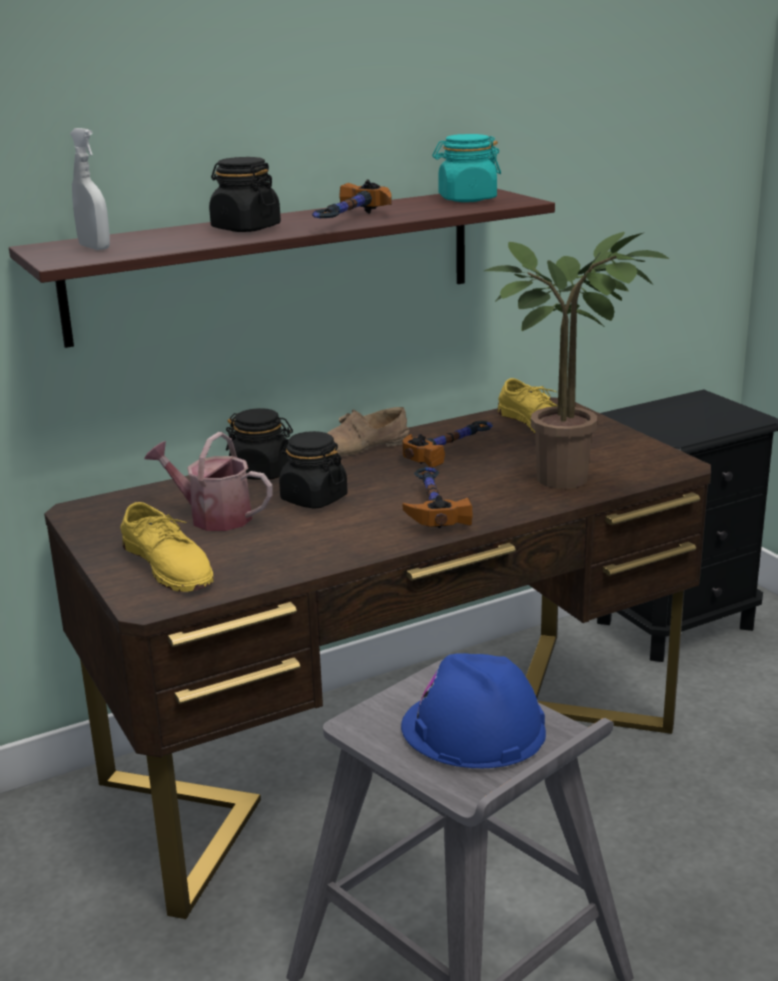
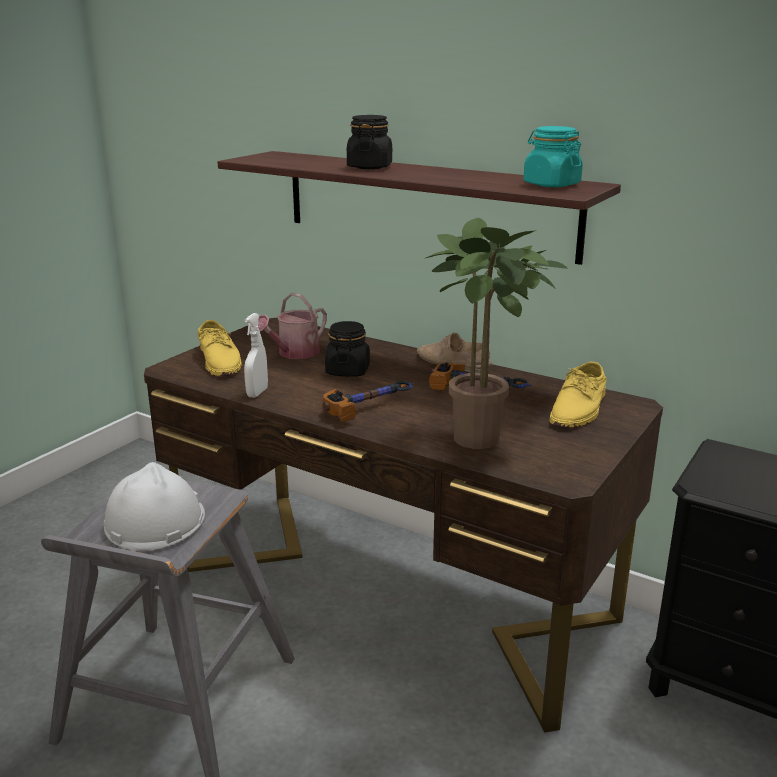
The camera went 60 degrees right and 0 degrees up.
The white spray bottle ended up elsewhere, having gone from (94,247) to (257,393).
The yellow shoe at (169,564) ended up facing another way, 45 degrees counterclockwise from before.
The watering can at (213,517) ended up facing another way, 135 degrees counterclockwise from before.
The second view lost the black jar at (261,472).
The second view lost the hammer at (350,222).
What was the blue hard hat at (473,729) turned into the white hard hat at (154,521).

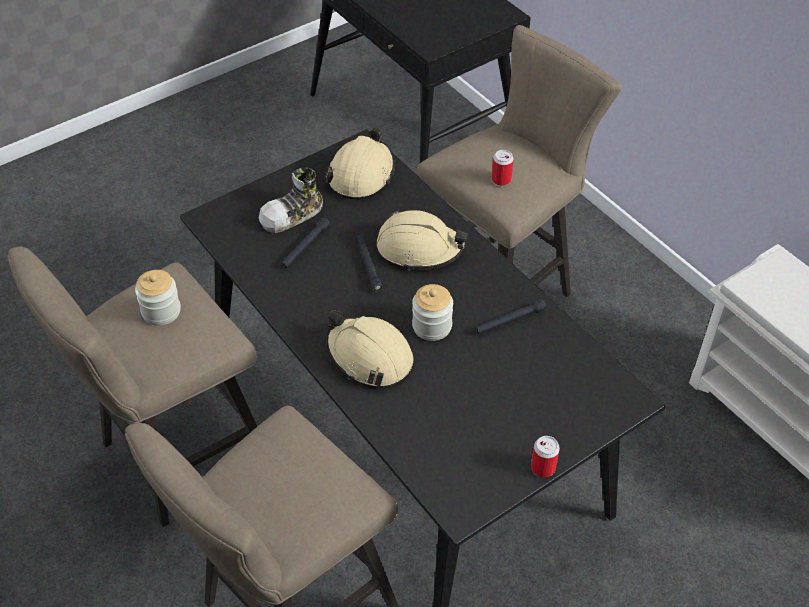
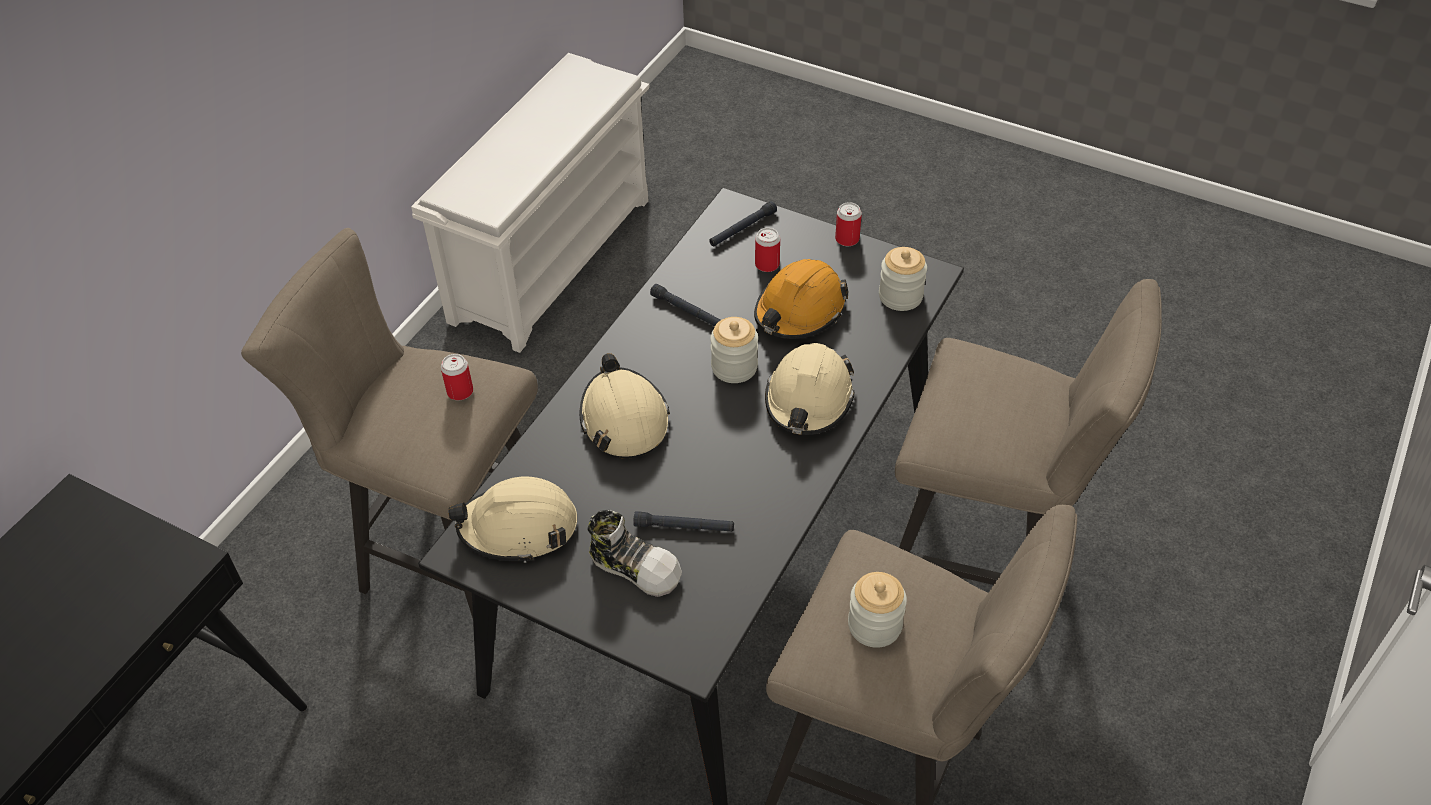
The camera went 115 degrees left and 0 degrees up.
The black flashlight ended up elsewhere, having gone from (368,266) to (742,229).
The second view gained the orange hard hat at (799,311).
The second view gained the can at (767,264).
The second view gained the jar at (900,296).

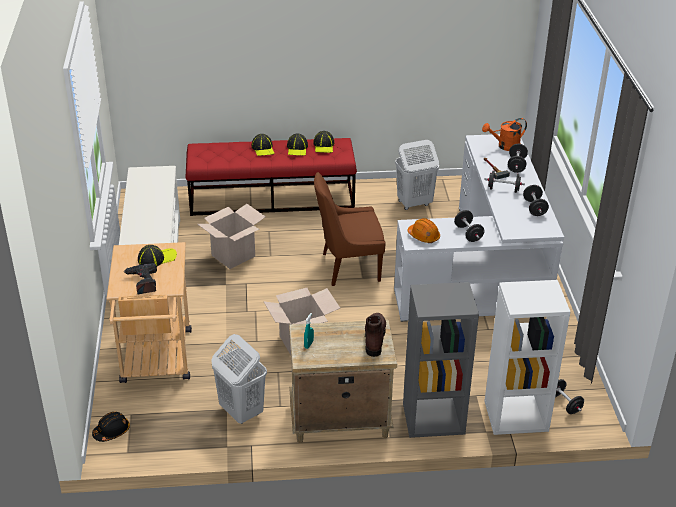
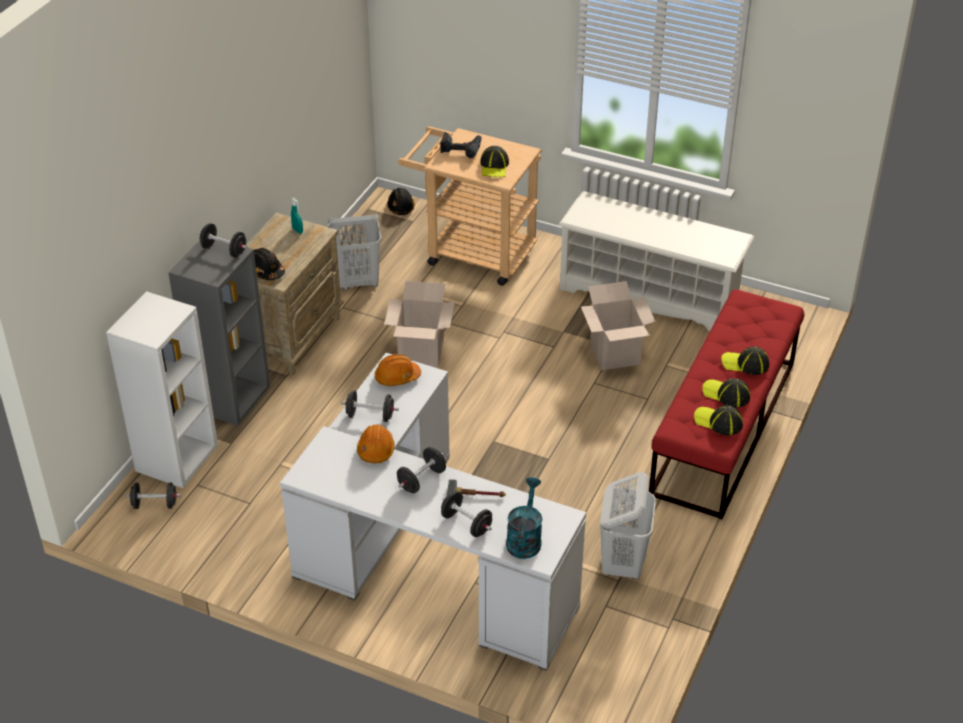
The camera went 120 degrees right and 5 degrees up.
The second view lost the brown chair at (348,267).
Where the brown boot stood at (374,339), the black hard hat came to stand at (265,271).
What was the orange watering can at (505,146) turned into the turquoise watering can at (524,538).
The black dumbbell ended up elsewhere, having gone from (534,208) to (224,250).
The second view gained the orange hard hat at (376,449).

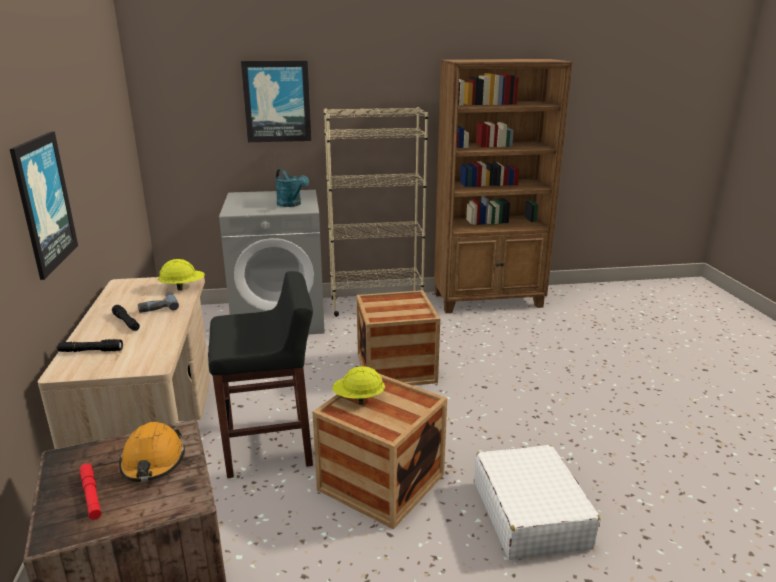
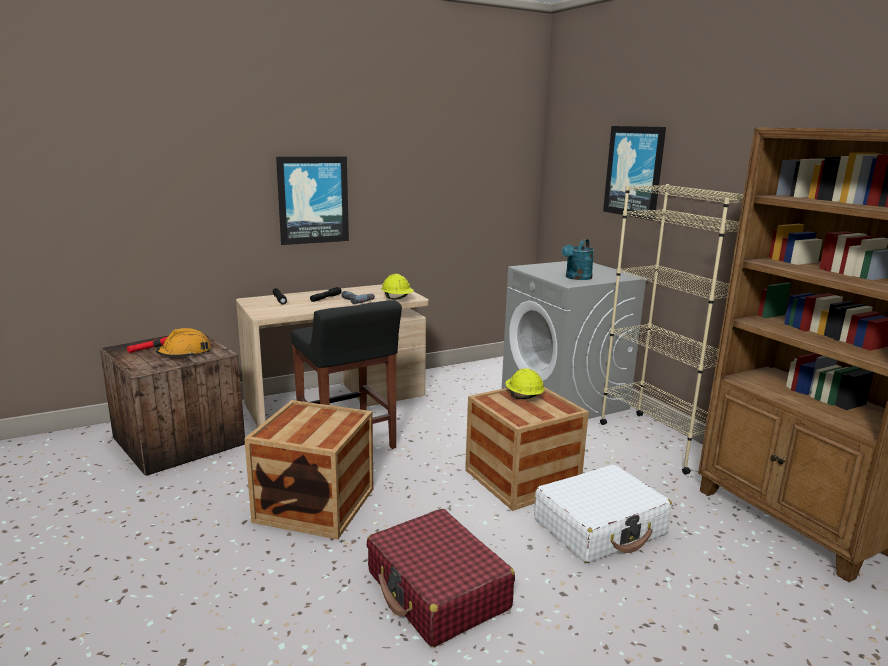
The camera went 70 degrees right and 5 degrees down.
The yellow hard hat ended up elsewhere, having gone from (358,399) to (523,397).
The white suitcase ended up elsewhere, having gone from (530,514) to (600,527).
The second view gained the red suitcase at (437,591).

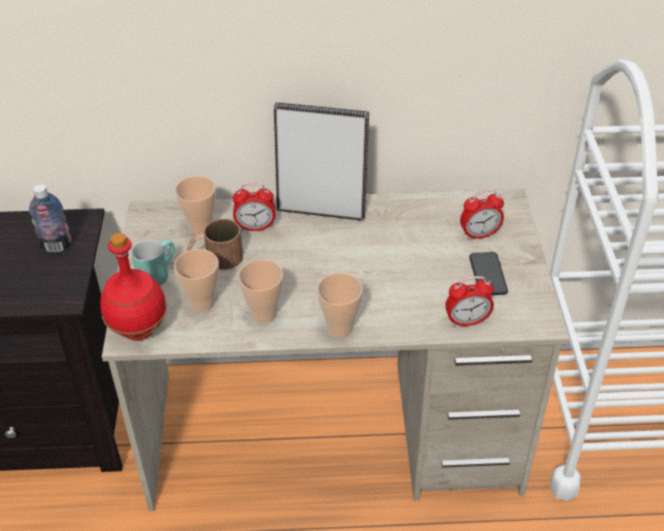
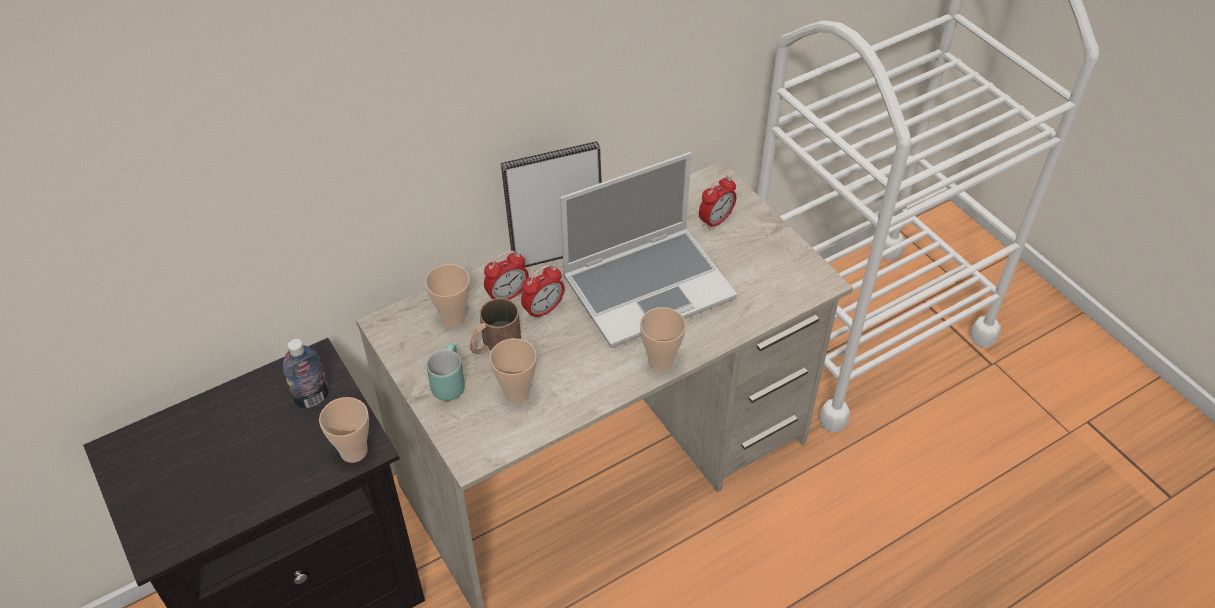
The camera went 30 degrees left and 5 degrees up.
The second view lost the red bottle at (139,330).
The cup ended up elsewhere, having gone from (264,314) to (354,451).
The alarm clock ended up elsewhere, having gone from (467,321) to (543,310).
The second view lost the phone at (488,274).
The second view gained the laptop at (649,286).

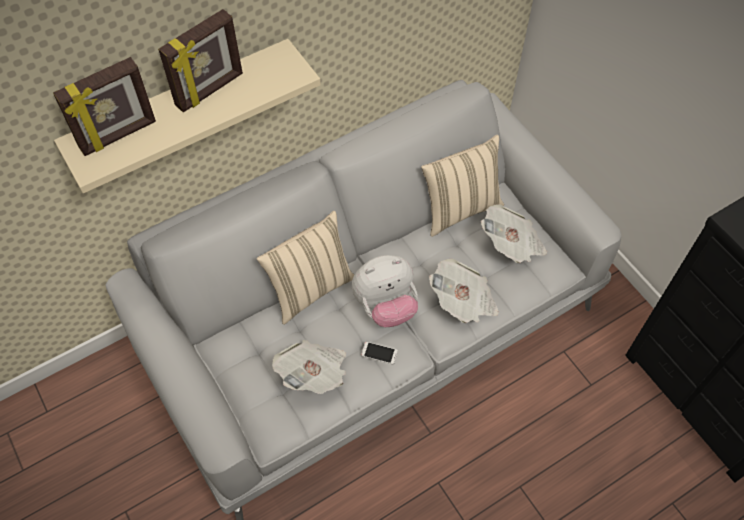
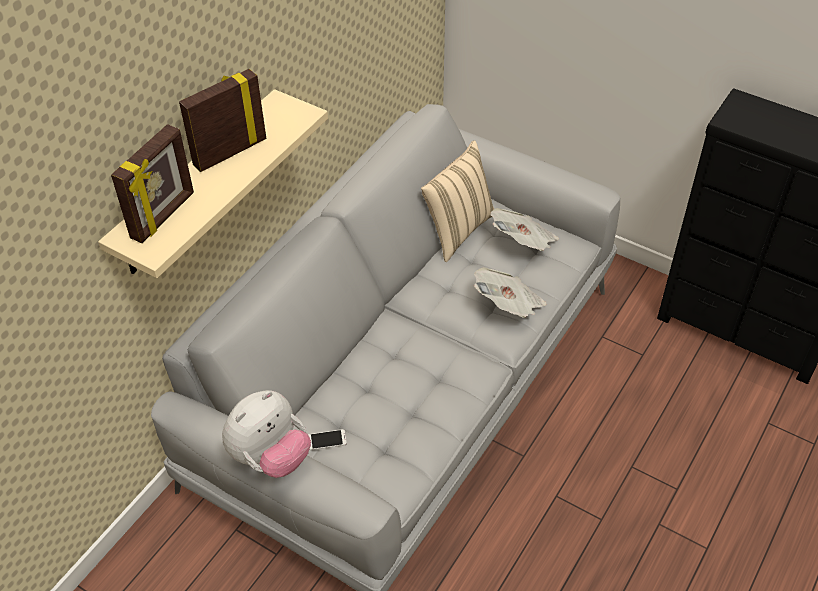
The camera went 25 degrees left and 10 degrees down.
The picture frame at (210,90) ended up facing another way, 150 degrees counterclockwise from before.
The second view lost the beige pillow at (310,289).
The second view lost the newspaper at (314,373).
The plush toy ended up elsewhere, having gone from (385,306) to (270,457).
The phone ended up elsewhere, having gone from (379,353) to (326,440).

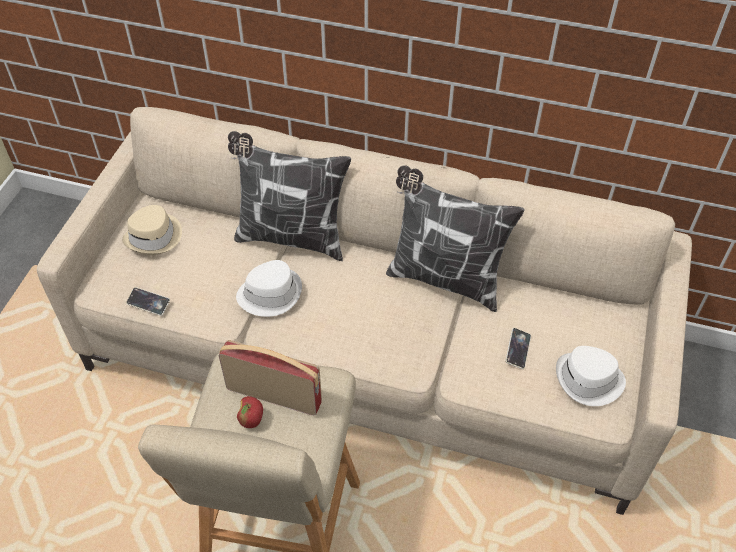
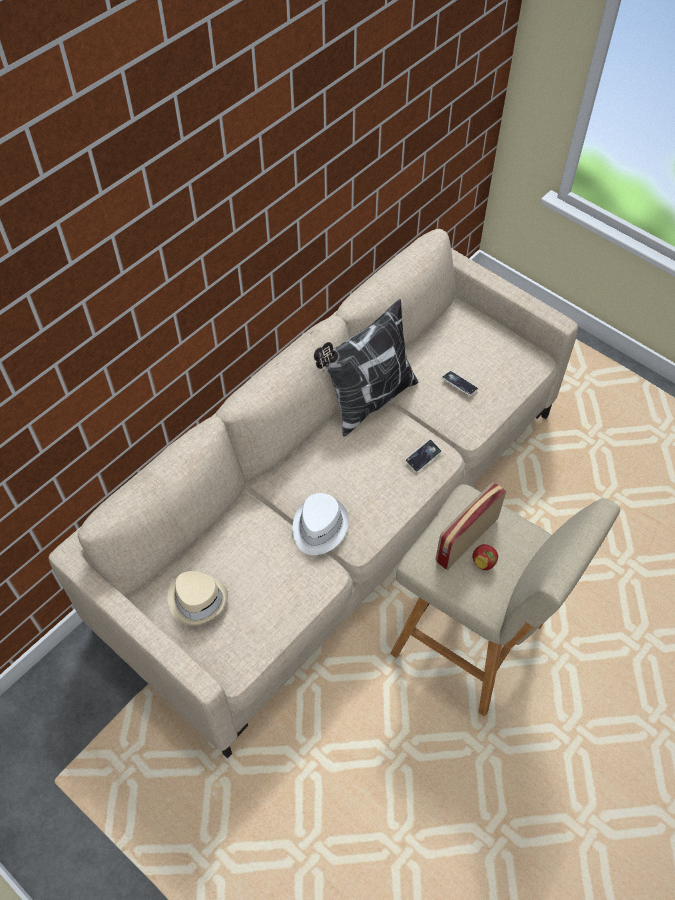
The camera went 65 degrees left and 5 degrees up.
The phone ended up elsewhere, having gone from (148,303) to (423,457).
The second view lost the pillow at (290,237).
The second view lost the white hat at (589,381).

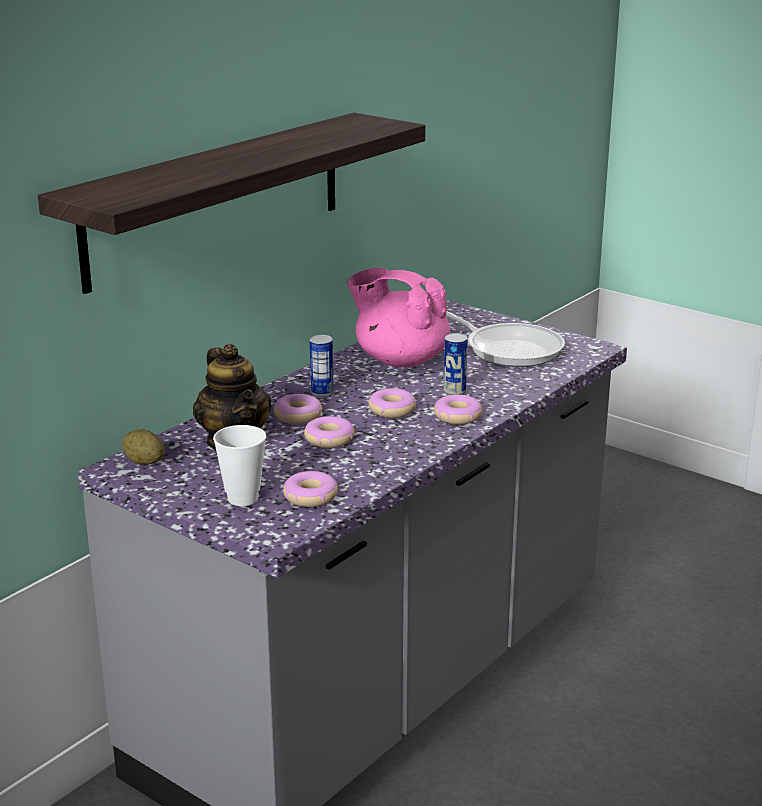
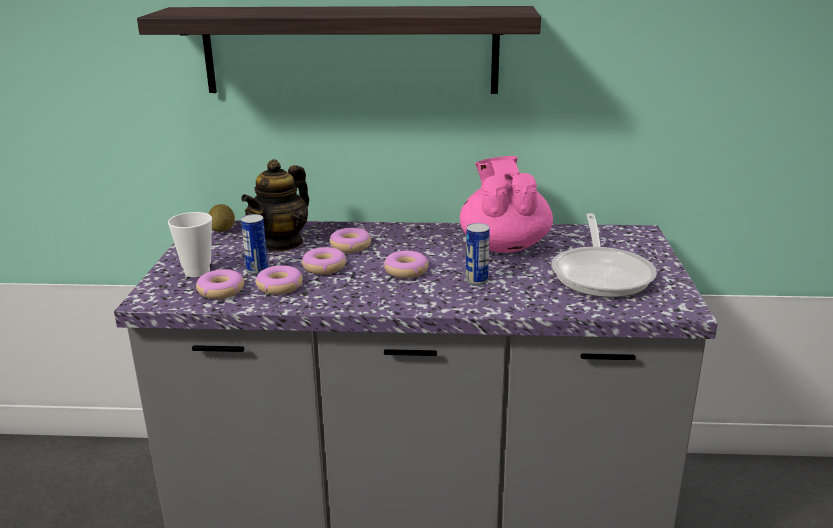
The camera went 55 degrees right and 0 degrees up.
The can ended up elsewhere, having gone from (322,394) to (257,270).
The donut ended up elsewhere, having gone from (457,416) to (279,286).

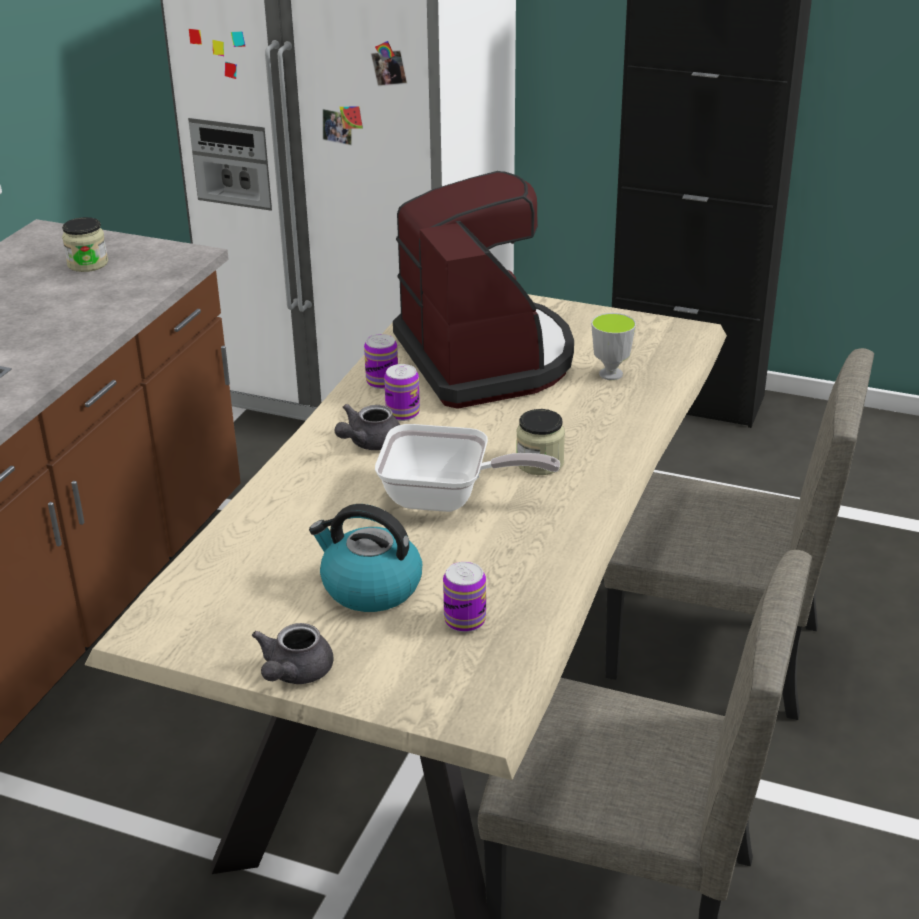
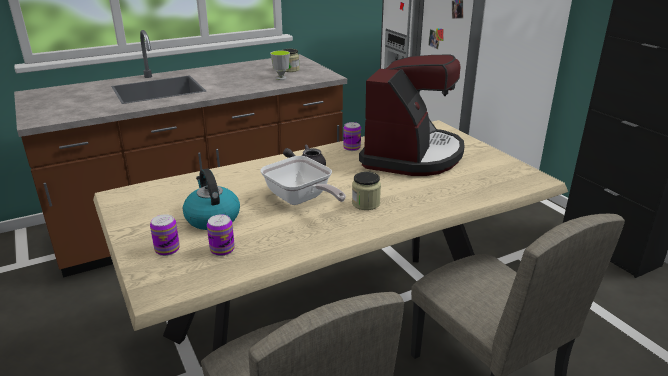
The camera went 40 degrees right and 5 degrees down.
The second view lost the grey teapot at (294,673).
The can ended up elsewhere, having gone from (402,413) to (167,249).
The cup ended up elsewhere, having gone from (610,374) to (281,78).

